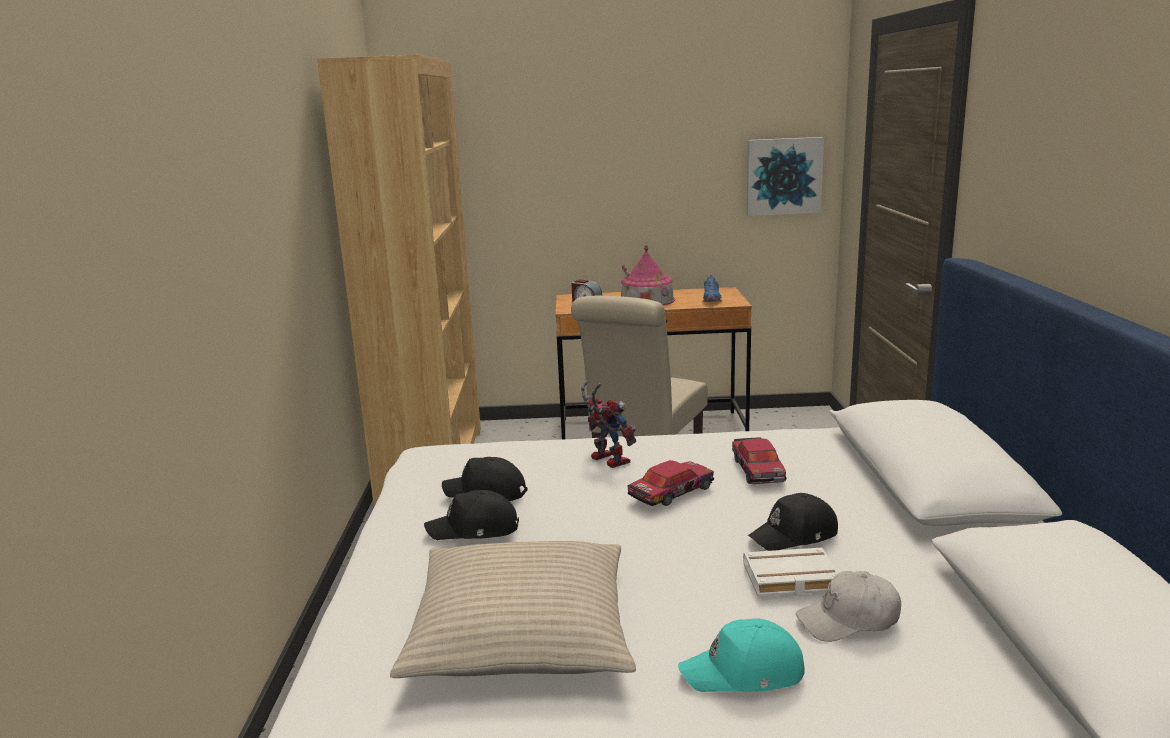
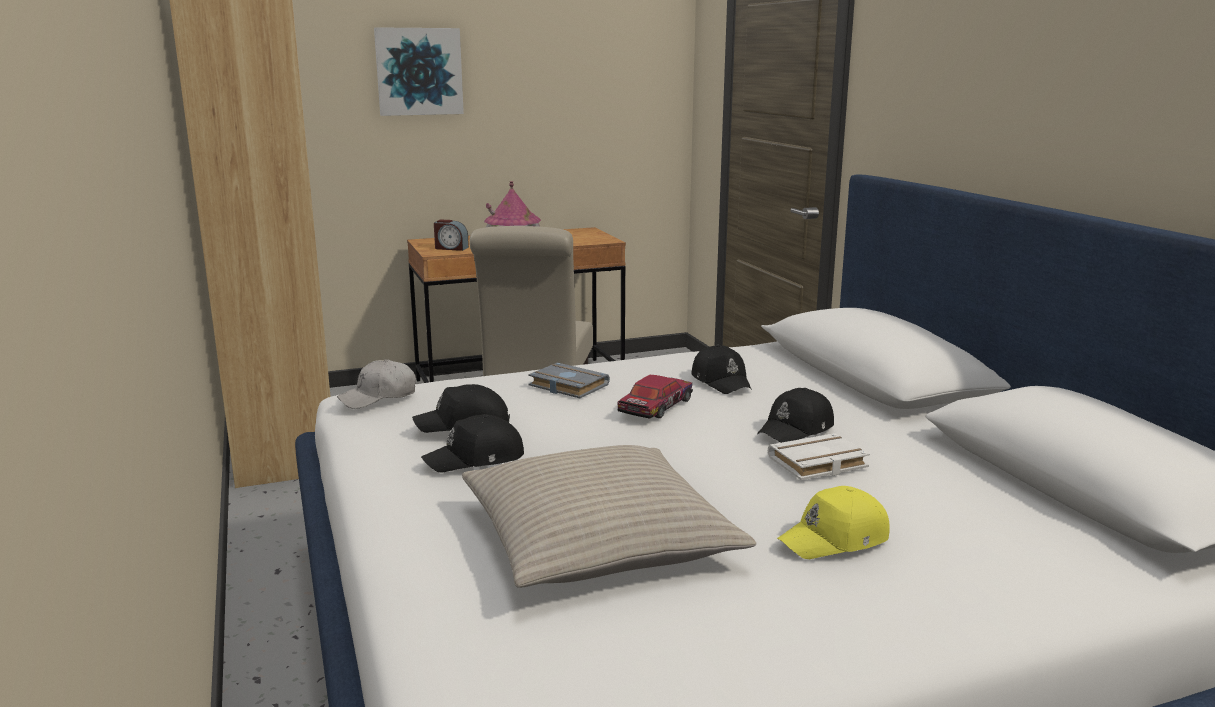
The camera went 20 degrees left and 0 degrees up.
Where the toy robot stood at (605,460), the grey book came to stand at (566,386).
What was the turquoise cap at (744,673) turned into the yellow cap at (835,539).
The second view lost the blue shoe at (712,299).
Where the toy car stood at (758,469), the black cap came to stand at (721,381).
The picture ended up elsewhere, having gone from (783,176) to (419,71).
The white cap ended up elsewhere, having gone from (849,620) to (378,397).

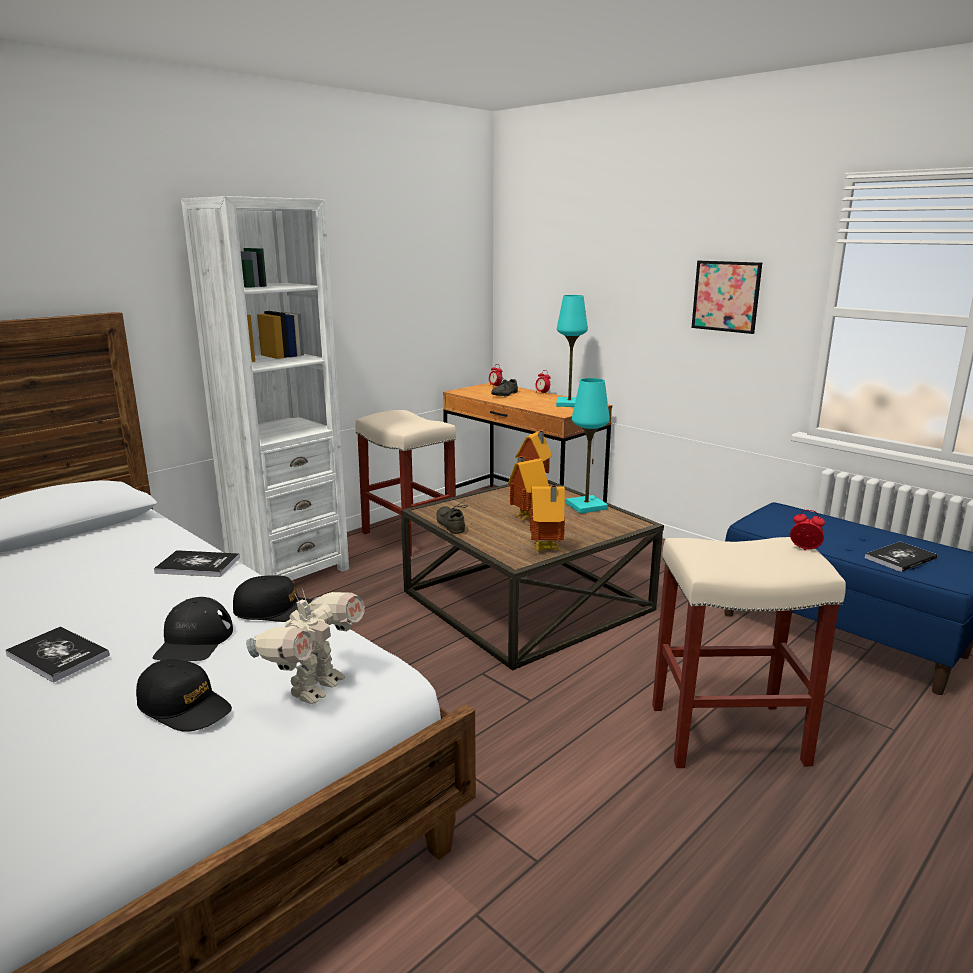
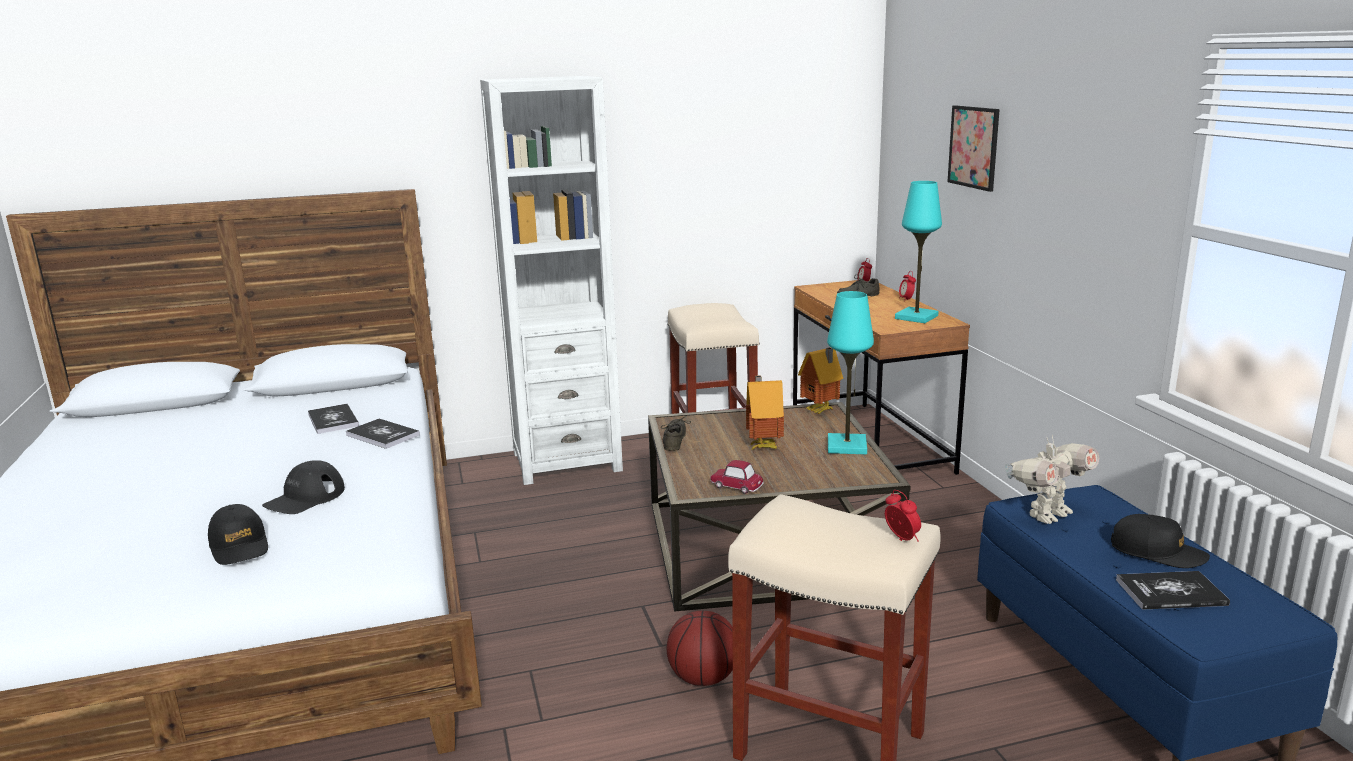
The camera went 30 degrees right and 0 degrees up.
The book ended up elsewhere, having gone from (58,655) to (333,420).
The black cap ended up elsewhere, having gone from (277,610) to (1157,552).
The toy robot ended up elsewhere, having gone from (314,688) to (1047,514).
Where the toy house stood at (546,550), the toy car came to stand at (736,486).
The picture ended up elsewhere, having gone from (726,296) to (973,147).
The second view gained the basketball at (703,678).

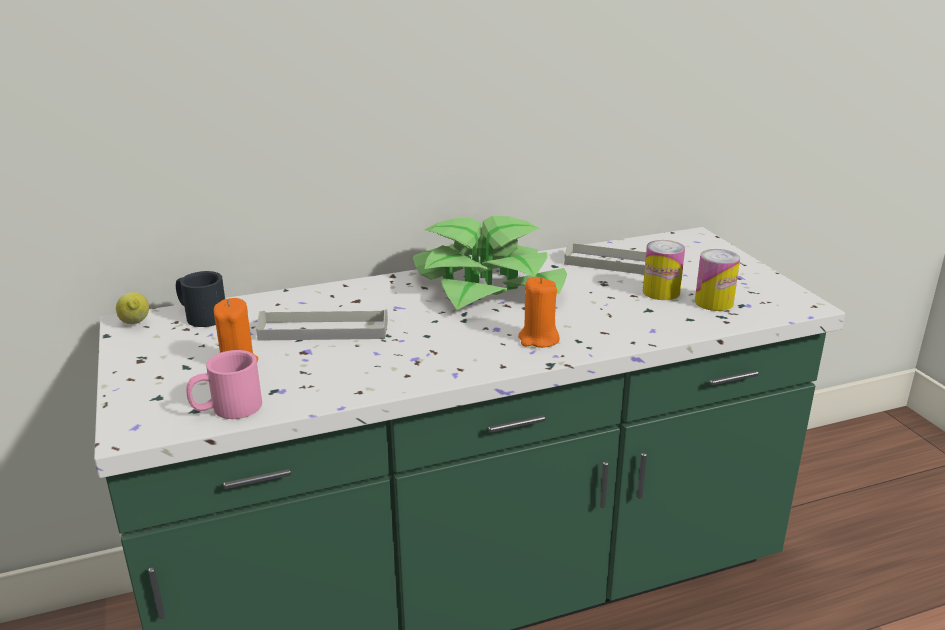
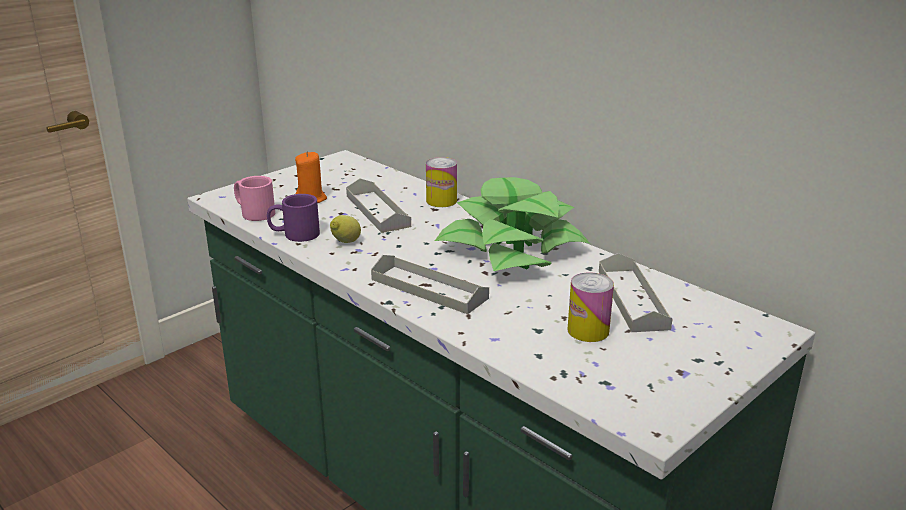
The camera went 65 degrees right and 0 degrees up.
The lemon ended up elsewhere, having gone from (136,324) to (345,243).
The second view lost the black mug at (201,315).
Where the orange candle stood at (538,339), the grey tray came to stand at (429,289).
The can ended up elsewhere, having gone from (714,302) to (441,201).
The second view gained the purple mug at (294,234).

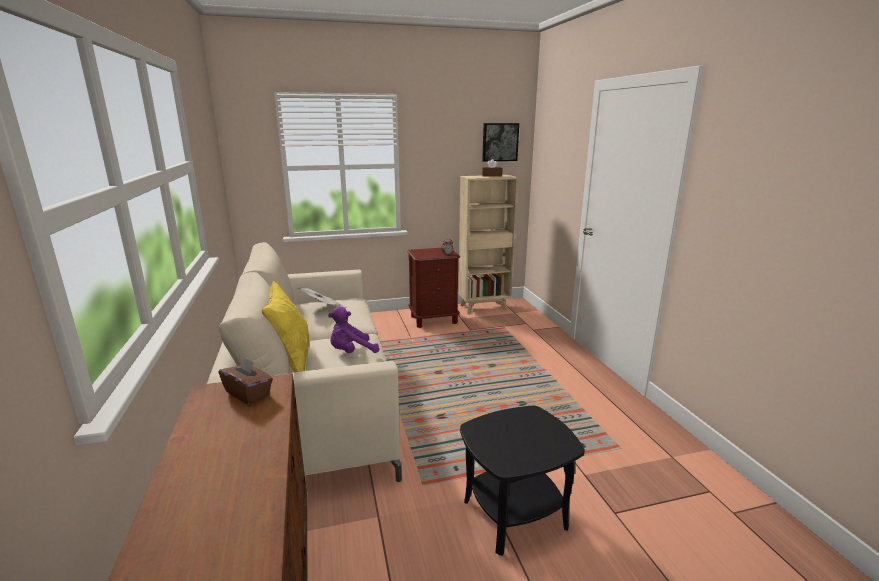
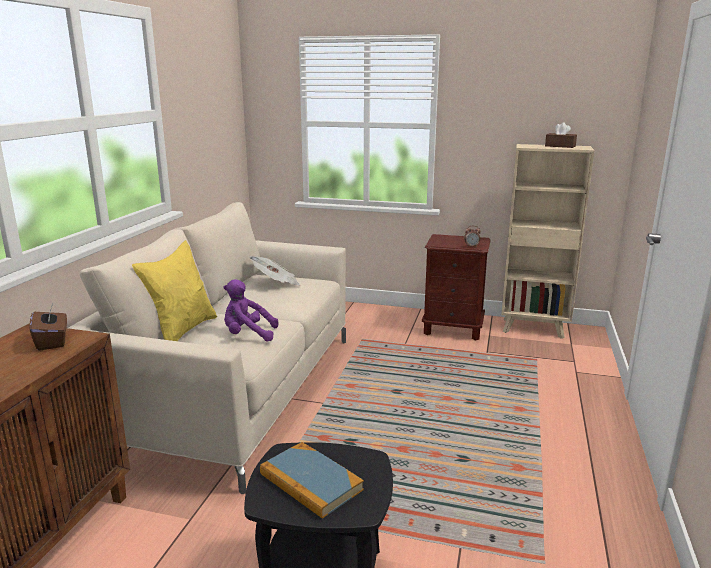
The camera went 30 degrees right and 0 degrees up.
The second view lost the picture at (499,142).
The second view gained the book at (310,482).

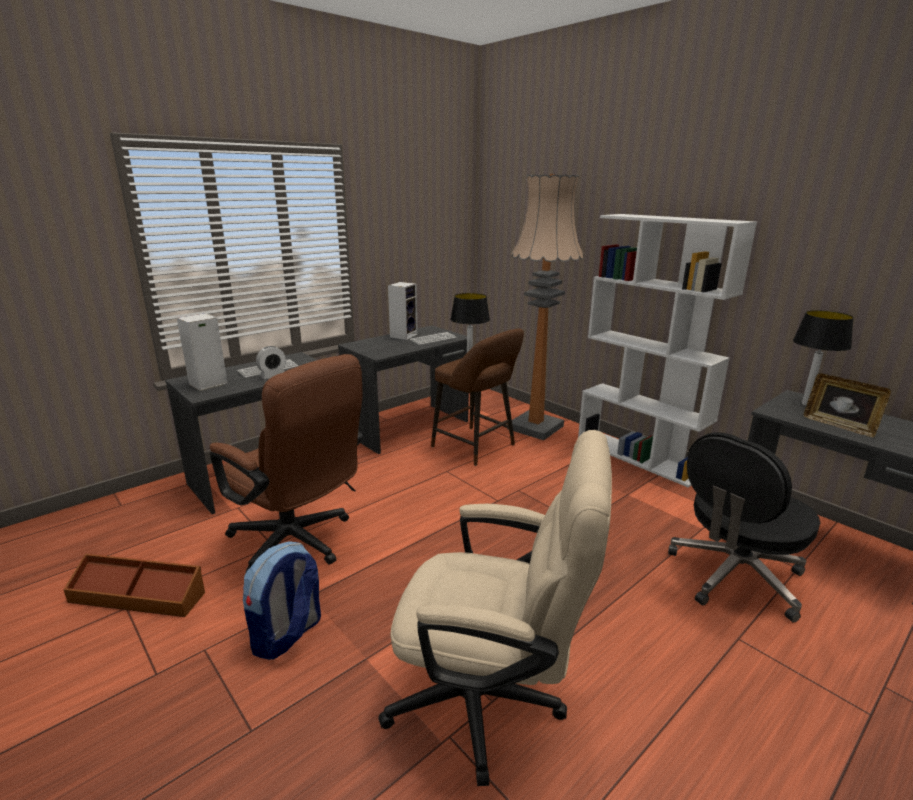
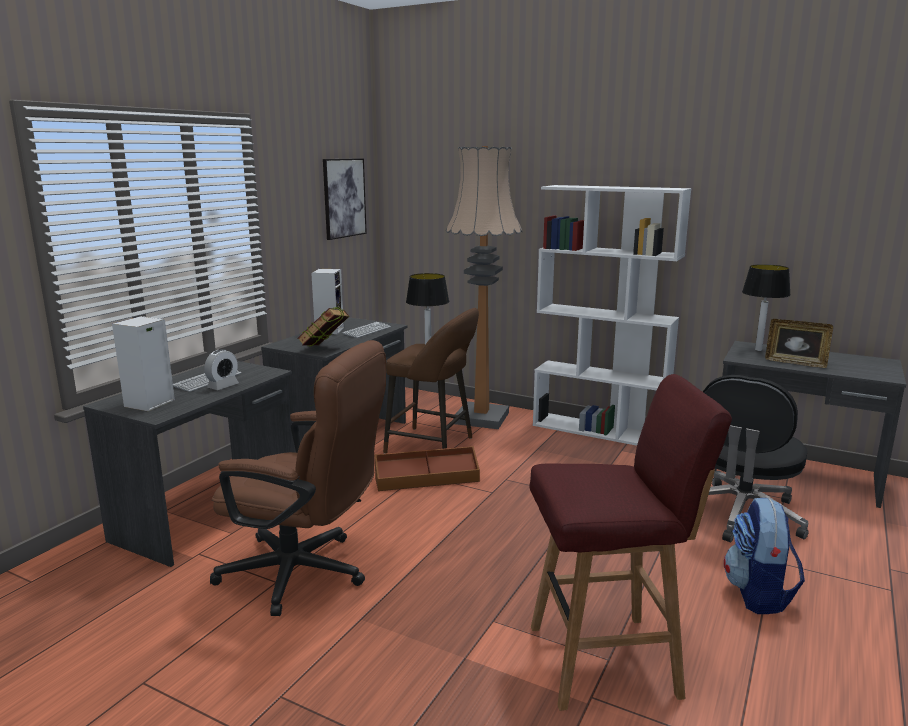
The camera went 20 degrees left and 5 degrees down.
The brown storage box ended up elsewhere, having gone from (138,596) to (427,479).
The backpack ended up elsewhere, having gone from (287,635) to (758,594).
Where the beige office chair stood at (490,702), the red stool came to stand at (607,660).
The second view gained the book at (324,349).
The second view gained the picture at (344,198).

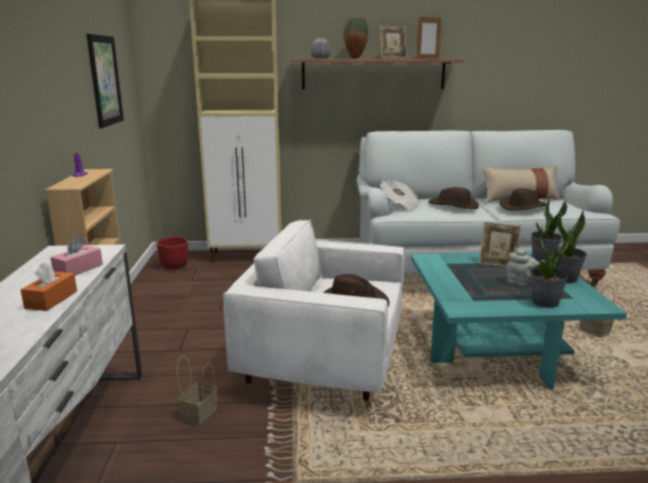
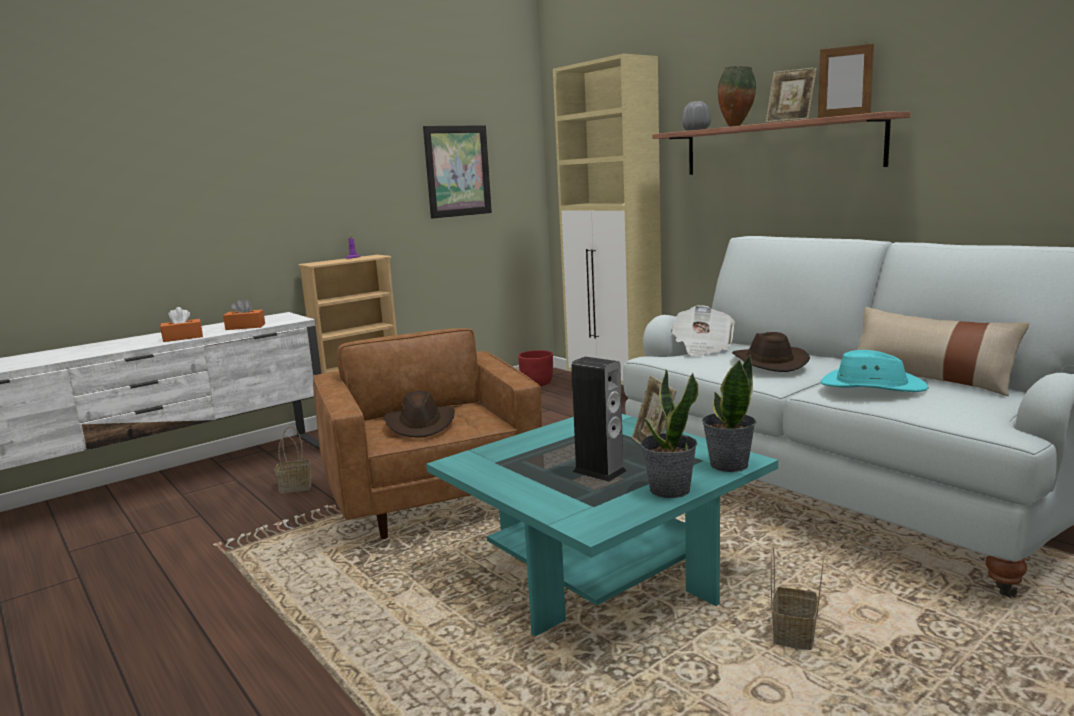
The camera went 55 degrees right and 5 degrees down.
What was the pink tissue box at (78,269) turned into the orange tissue box at (245,327).
What was the white armchair at (323,363) turned into the brown armchair at (431,499).
What was the brown hat at (523,207) turned into the turquoise hat at (871,386).
Where the grey teapot stood at (521,283), the speaker came to stand at (599,471).
The second view lost the potted plant at (545,302).

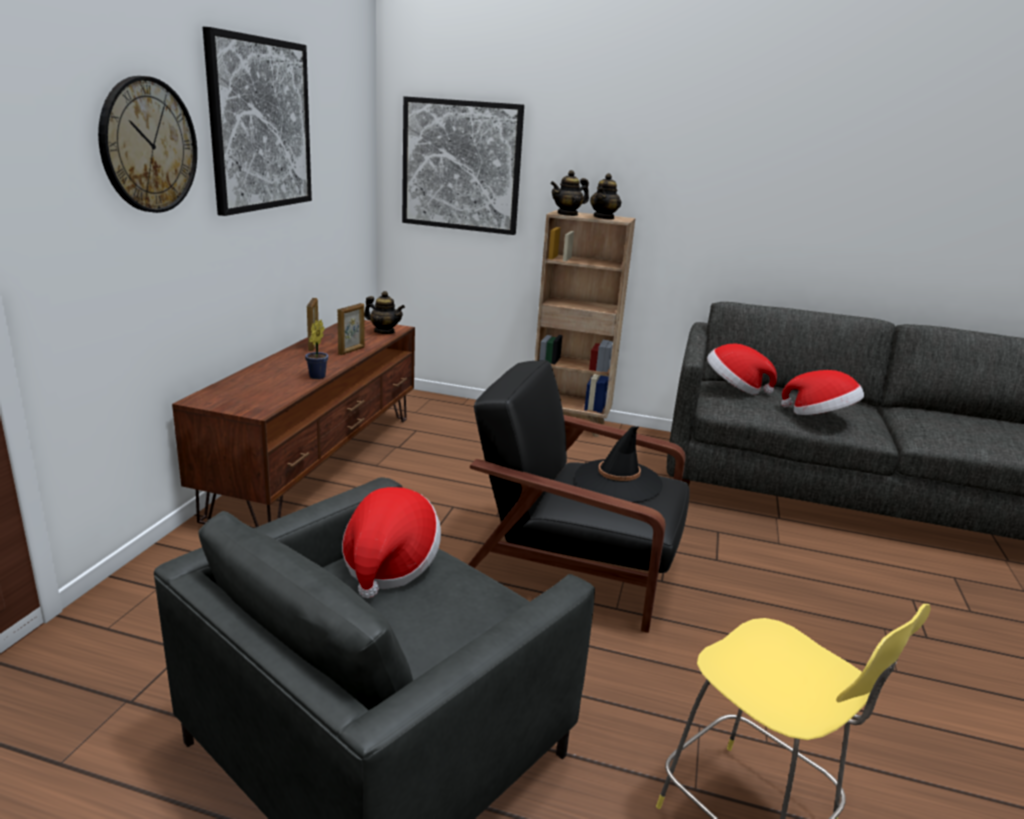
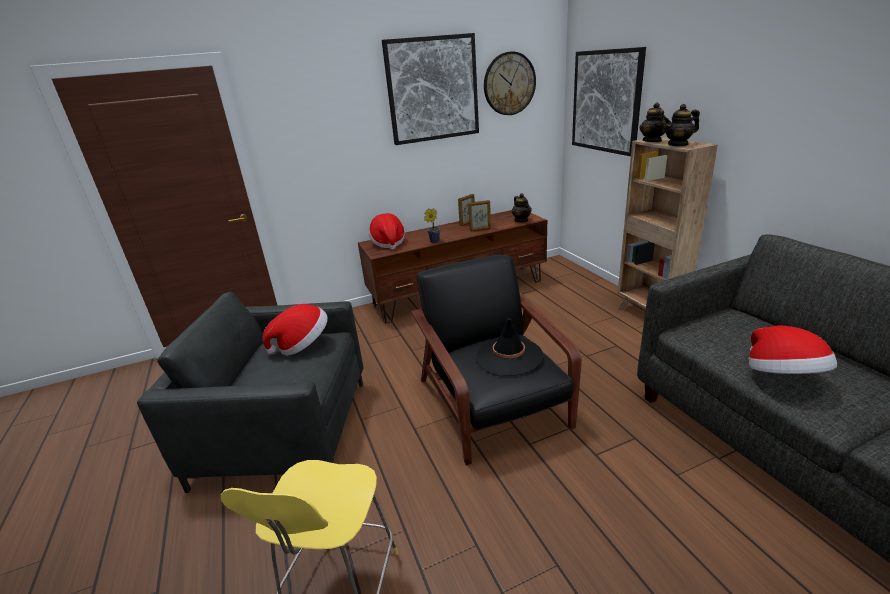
The camera went 55 degrees right and 5 degrees up.
The wall clock ended up elsewhere, having gone from (148,145) to (509,84).
The teapot at (568,214) ended up facing another way, 105 degrees counterclockwise from before.
The hat ended up elsewhere, having gone from (734,388) to (388,243).

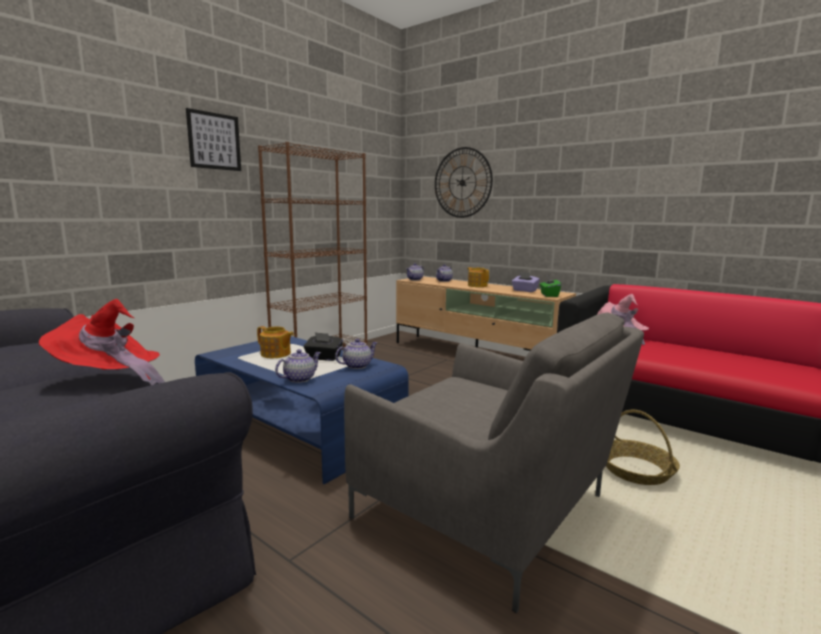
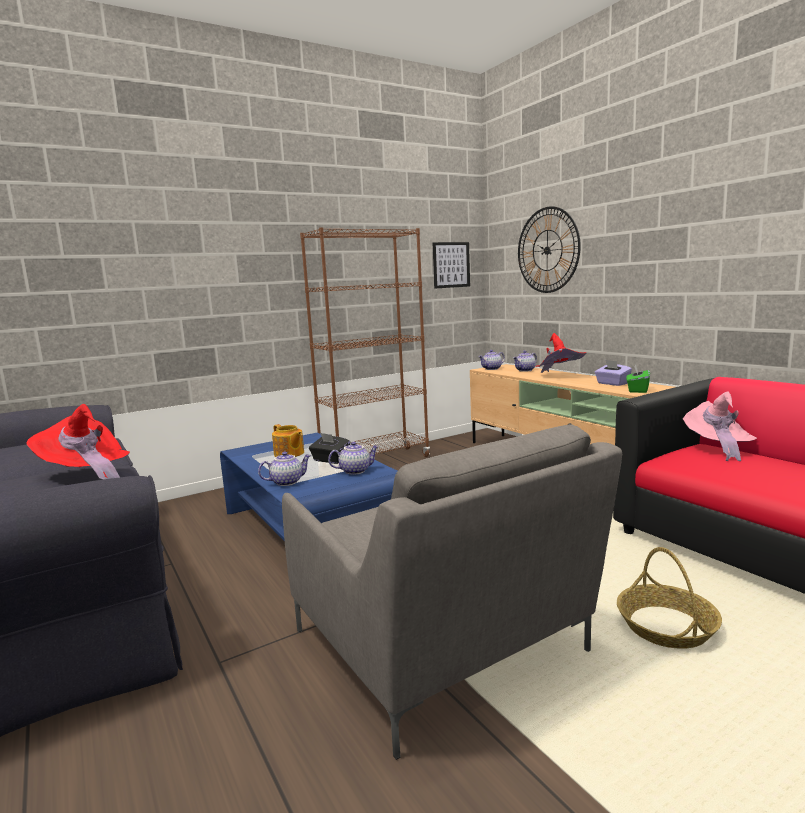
The camera went 20 degrees right and 0 degrees up.
The picture ended up elsewhere, having gone from (214,141) to (451,265).
Where the teapot stood at (477,285), the red hat came to stand at (558,376).

